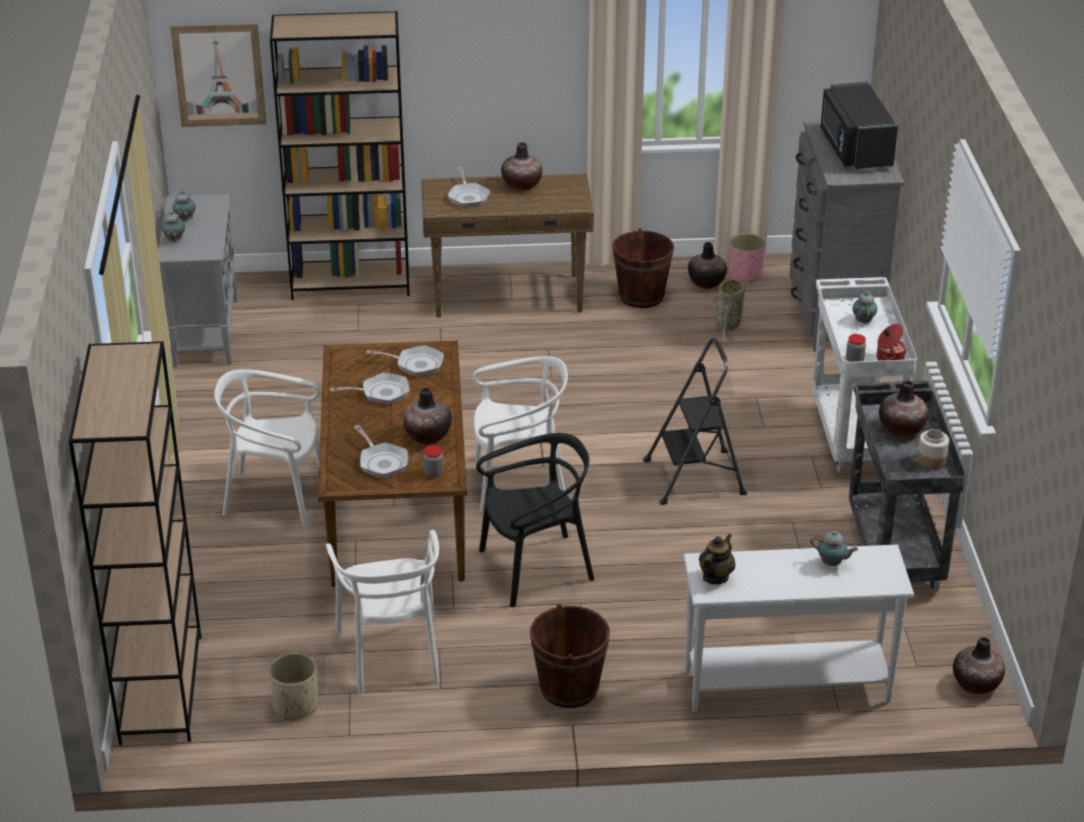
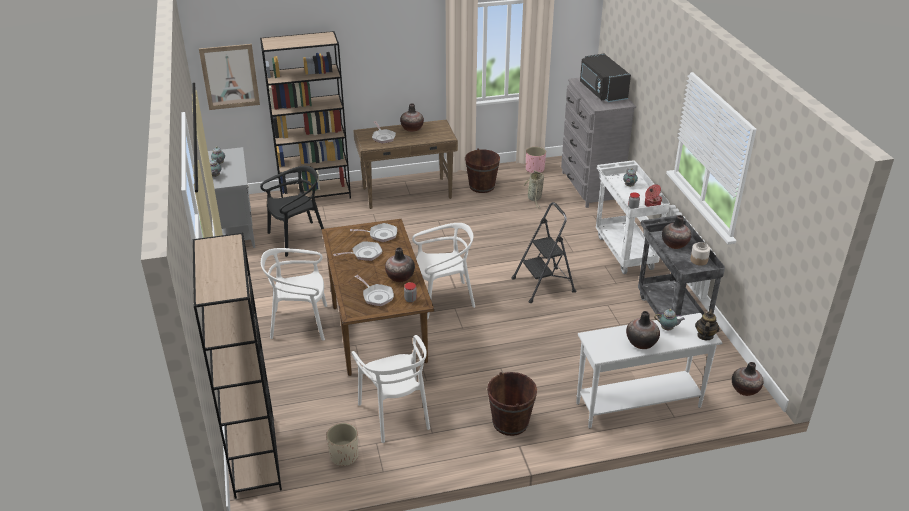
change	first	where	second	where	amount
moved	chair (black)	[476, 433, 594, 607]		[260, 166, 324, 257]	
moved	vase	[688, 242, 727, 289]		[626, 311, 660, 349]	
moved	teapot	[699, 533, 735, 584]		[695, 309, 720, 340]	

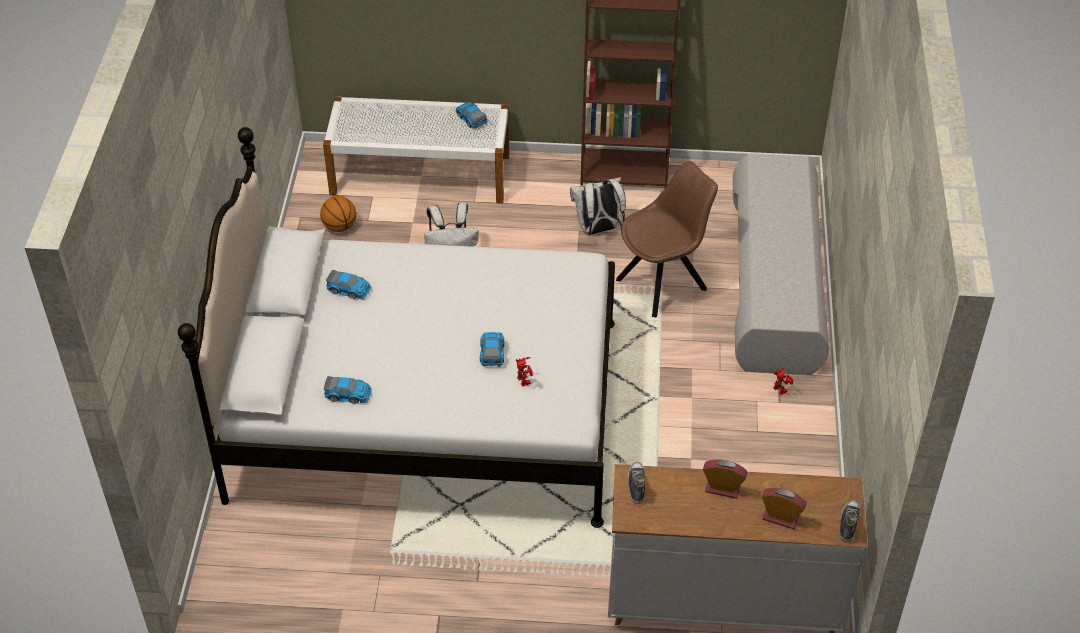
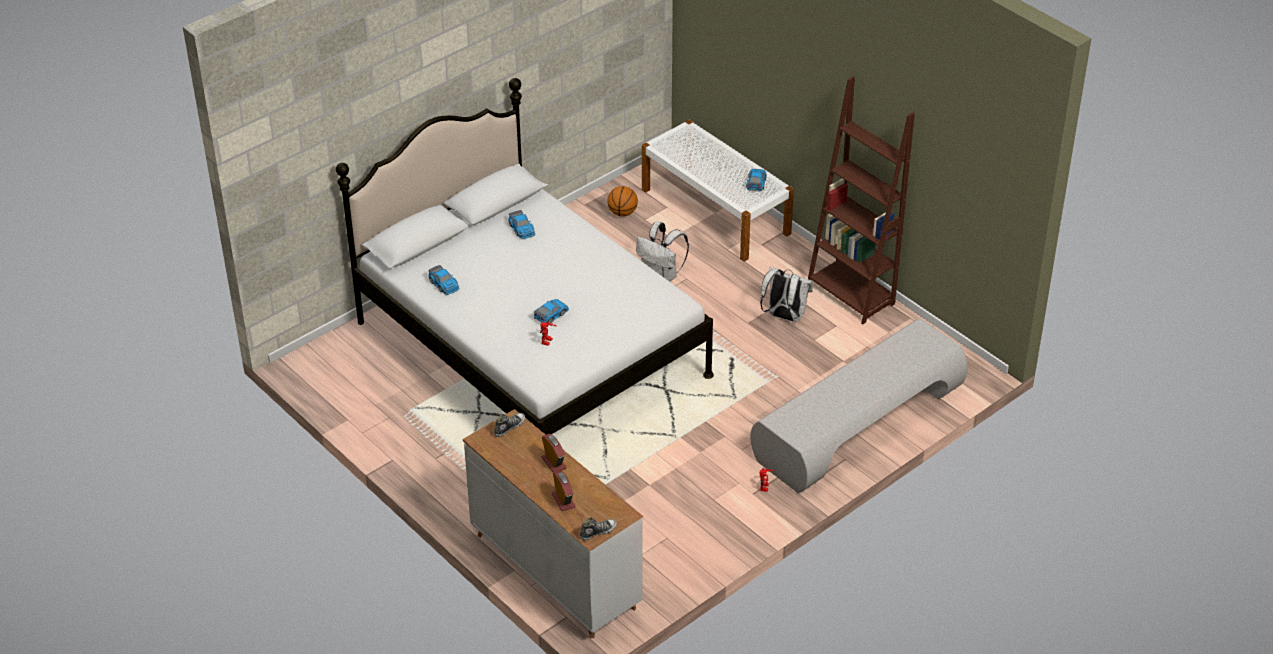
change	first	where	second	where	amount
removed	chair (brown)	[616, 161, 718, 317]			

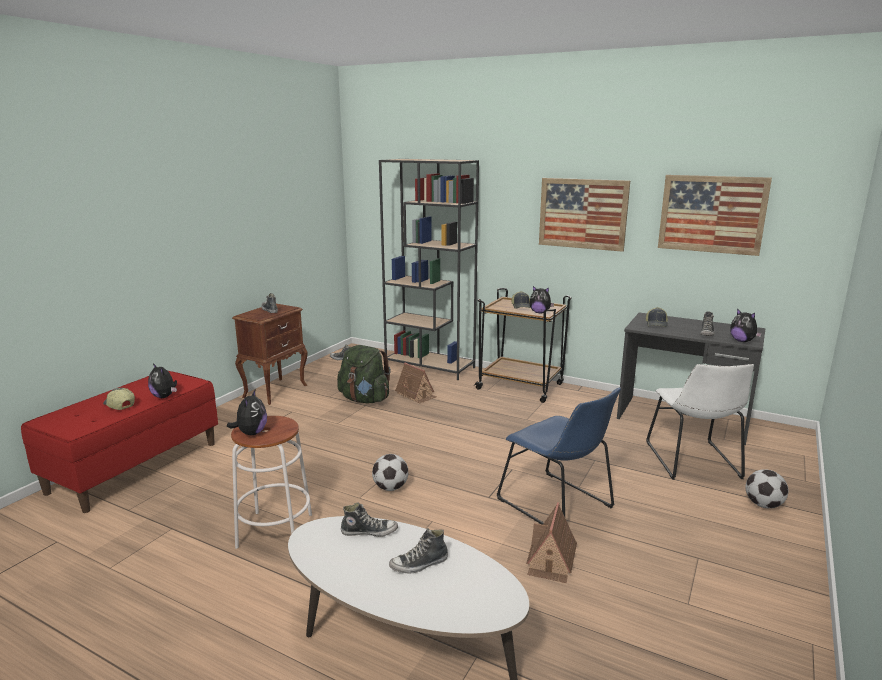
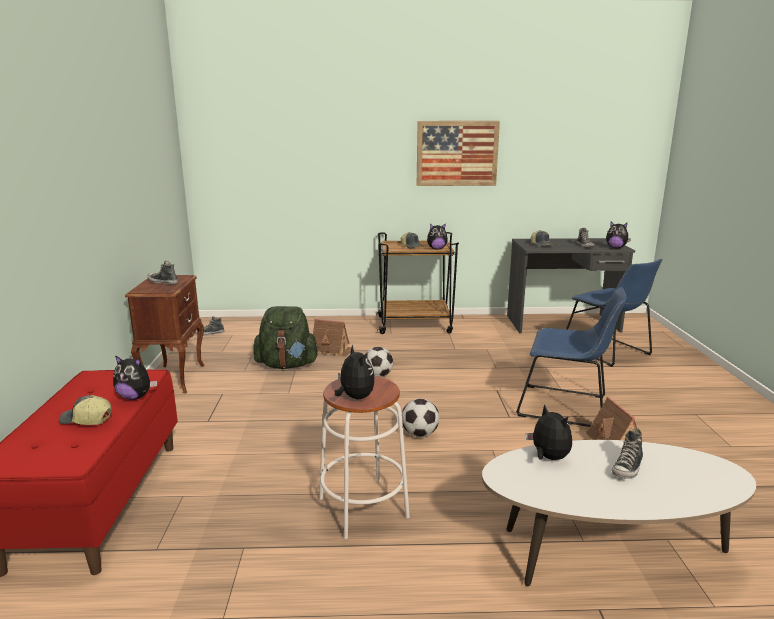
change	first	where	second	where	amount
replaced	shoe	[341, 503, 398, 537]	plush toy	[526, 404, 572, 460]	
removed	bookcase	[379, 159, 479, 380]			
recoloured	chair (white)	[646, 364, 754, 480]	chair (blue)	[566, 259, 663, 367]	
removed	picture	[658, 175, 772, 256]			
moved	football	[745, 470, 789, 508]		[365, 347, 393, 377]	

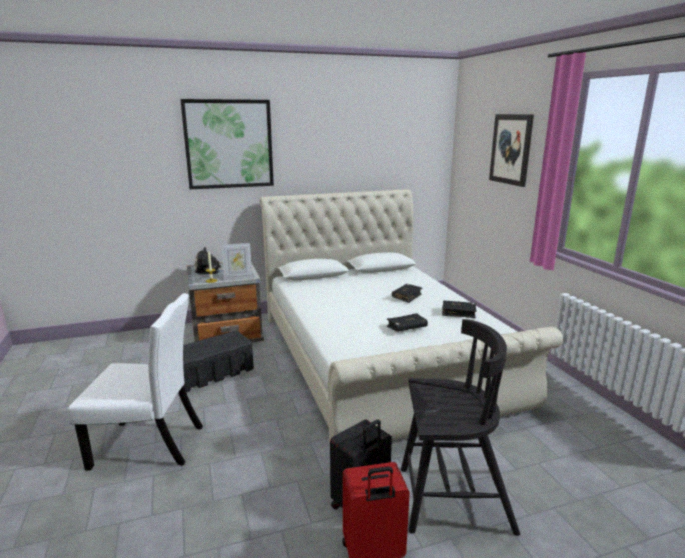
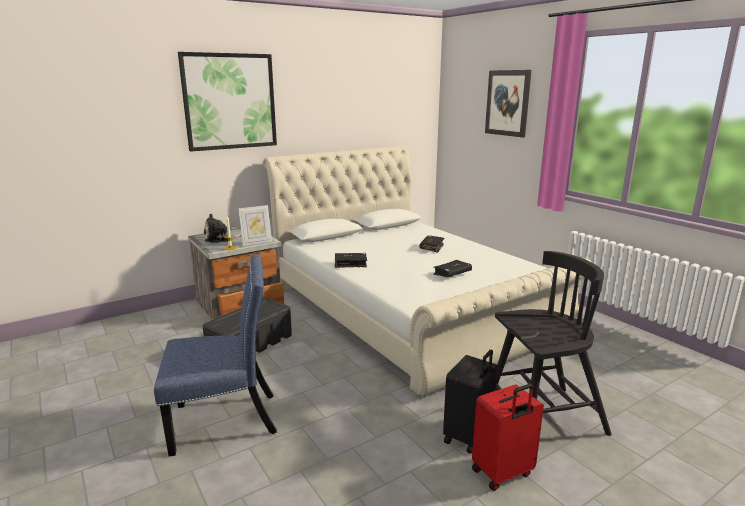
change	first	where	second	where	amount
recoloured	chair (white)	[68, 293, 203, 471]	chair (blue)	[154, 254, 277, 457]	
moved	book (black)	[442, 300, 477, 318]		[335, 253, 367, 268]	

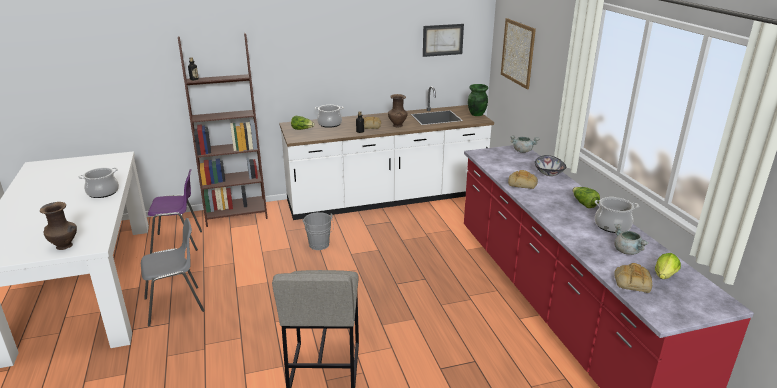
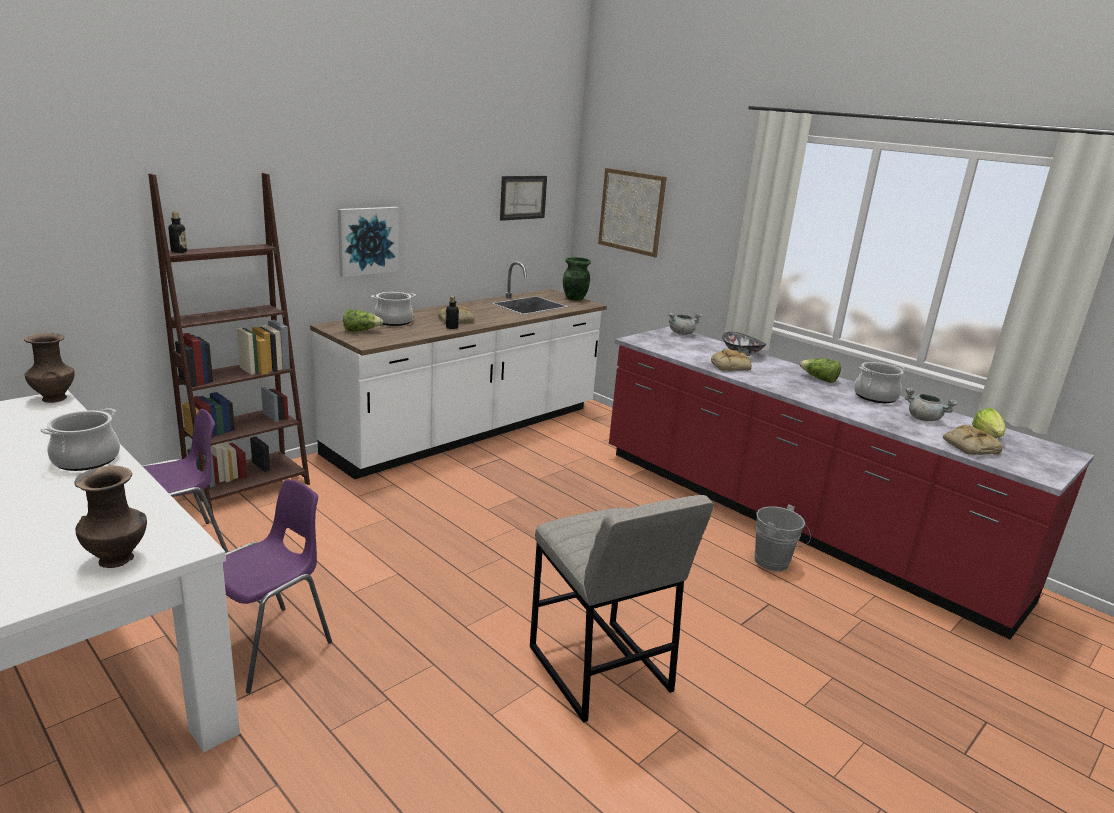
change	first	where	second	where	amount
recoloured	chair (grey)	[141, 218, 205, 326]	chair (purple)	[223, 479, 332, 693]	
moved	bucket (grey)	[302, 212, 334, 250]		[754, 504, 811, 571]	
moved	vase (brown)	[388, 94, 408, 127]		[24, 333, 74, 403]	
added			picture	[338, 207, 399, 277]	

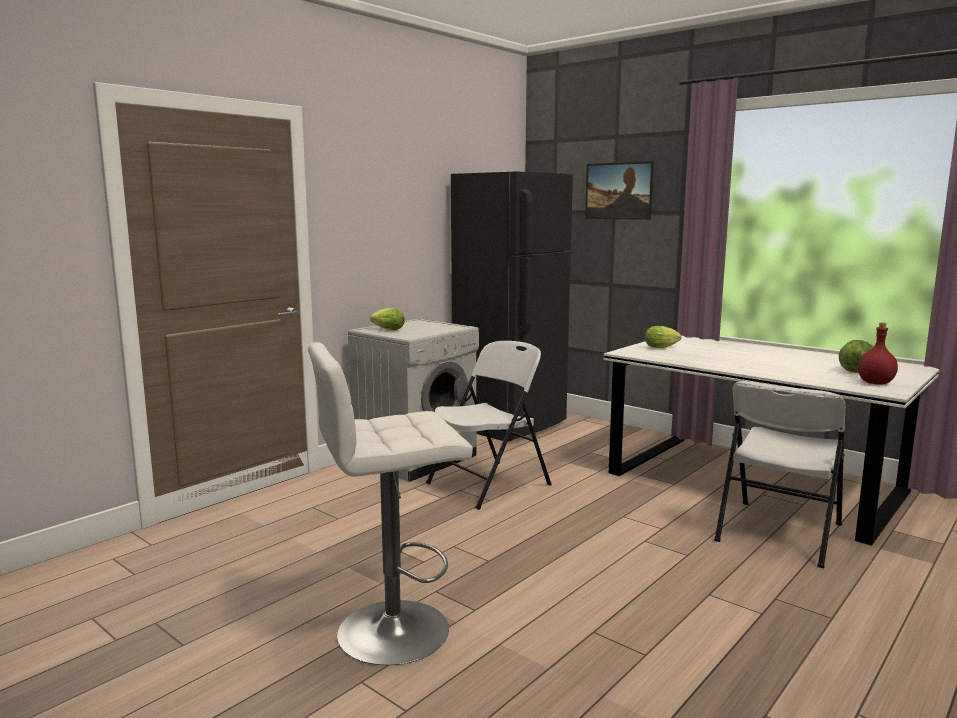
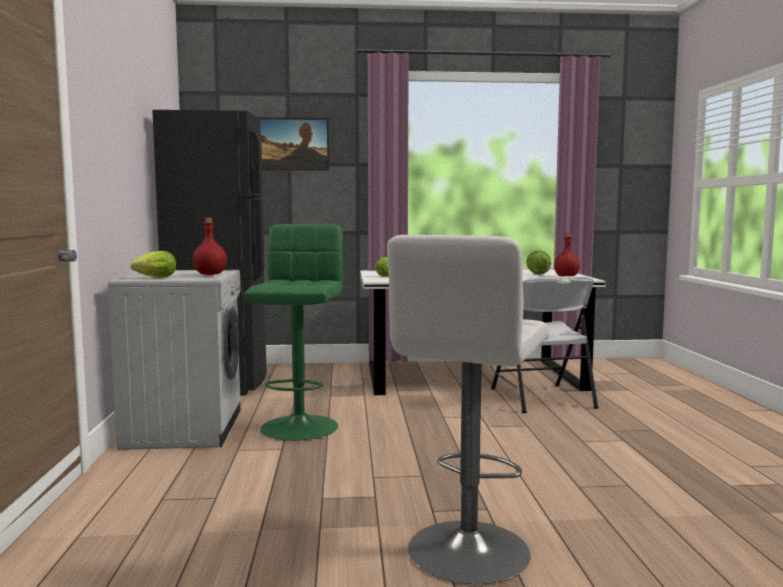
change	first	where	second	where	amount
replaced	chair (white)	[426, 341, 552, 510]	stool (green)	[245, 224, 343, 441]	
added			bottle (red)	[193, 218, 227, 275]	

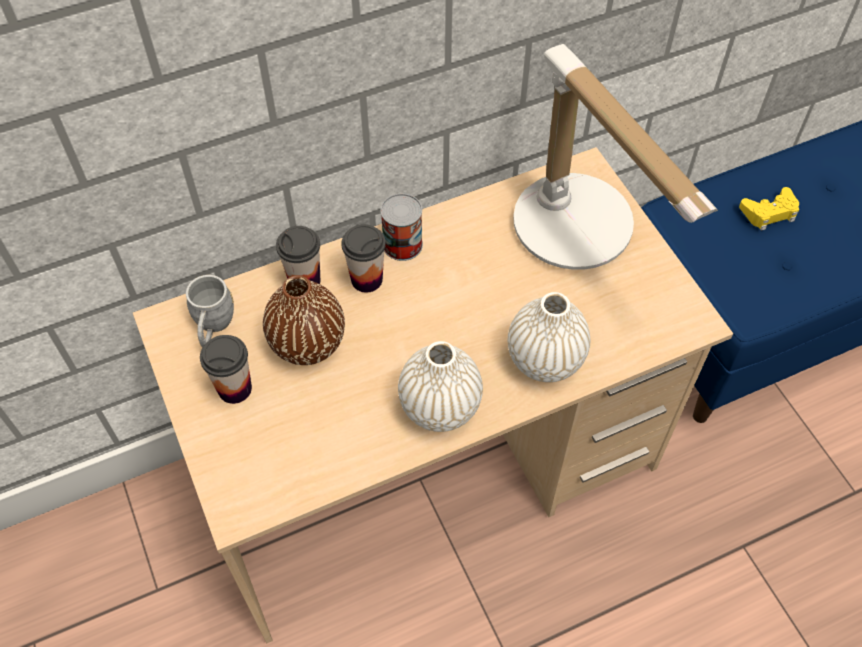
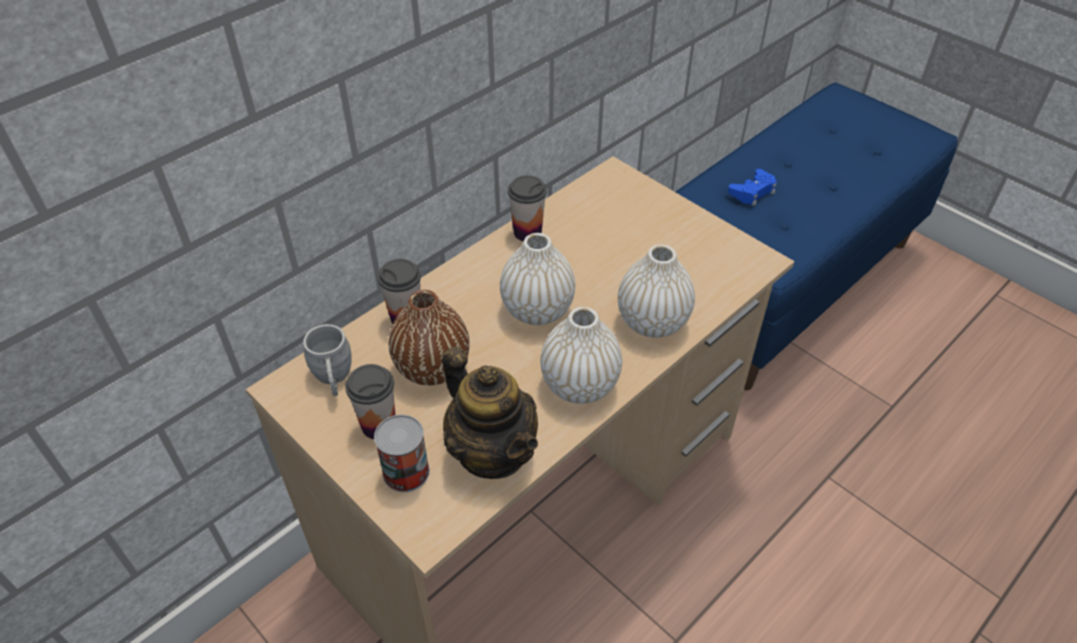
change	first	where	second	where	amount
moved	cup	[341, 224, 386, 293]		[508, 175, 547, 241]	
moved	can	[380, 193, 423, 261]		[374, 415, 430, 492]	
removed	table lamp	[513, 44, 718, 270]			
recoloured	game controller (yellow)	[739, 187, 799, 231]	game controller (blue)	[728, 169, 777, 206]	
added			teapot	[442, 346, 538, 479]	
added			vase (white)	[500, 233, 575, 325]	

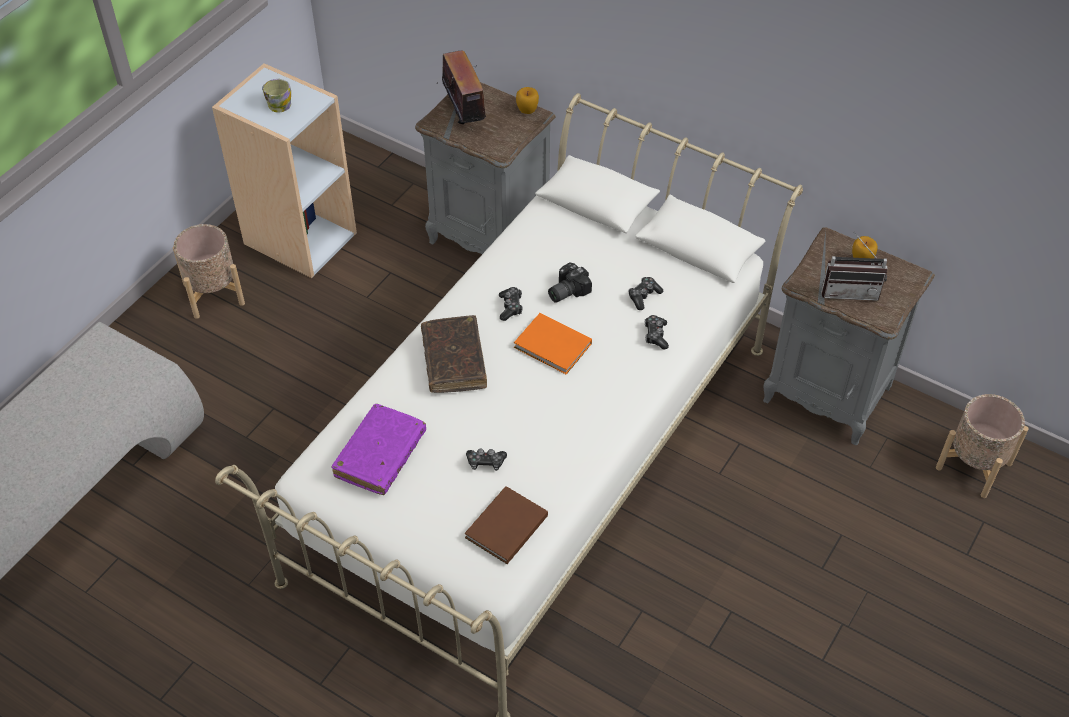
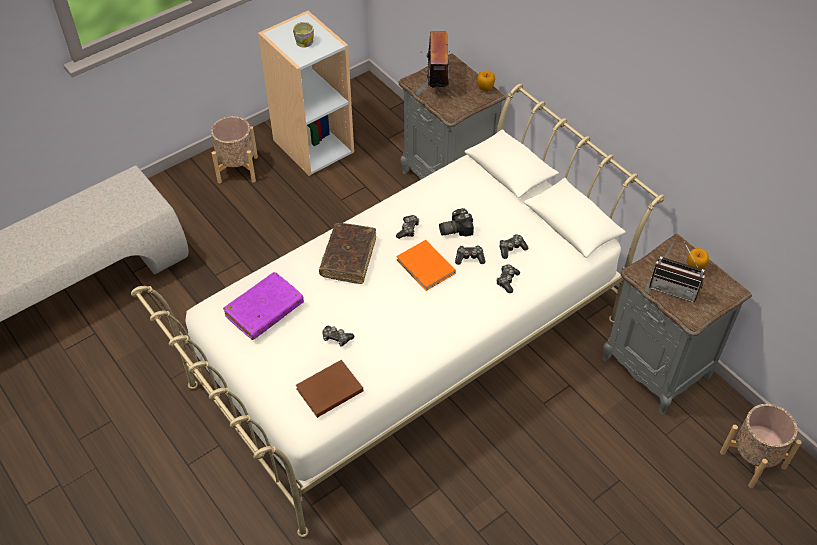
change	first	where	second	where	amount
added			game controller	[455, 245, 485, 265]	

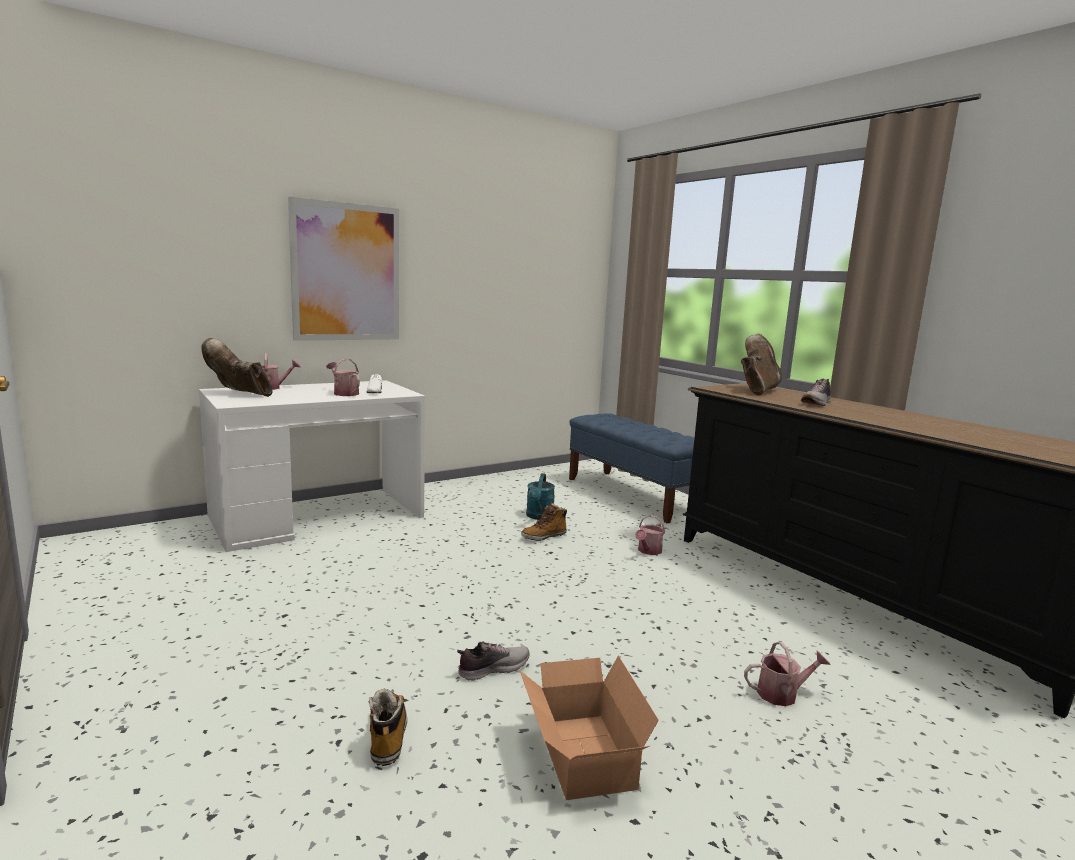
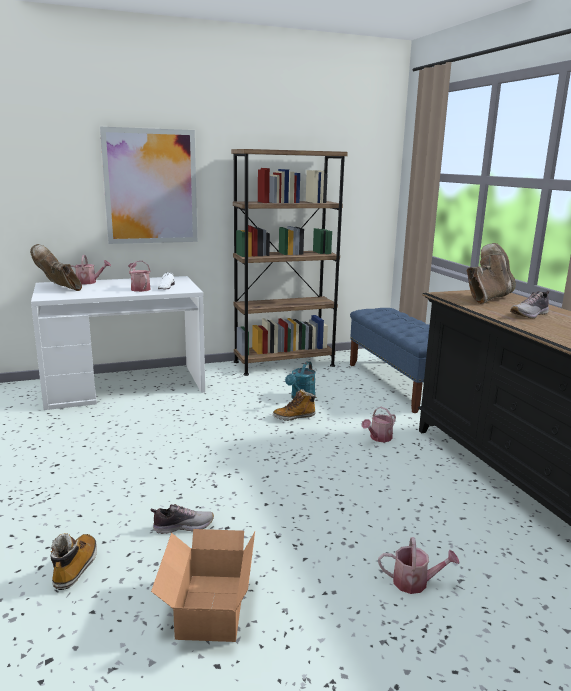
change	first	where	second	where	amount
added			bookcase (brown)	[231, 149, 348, 376]	

